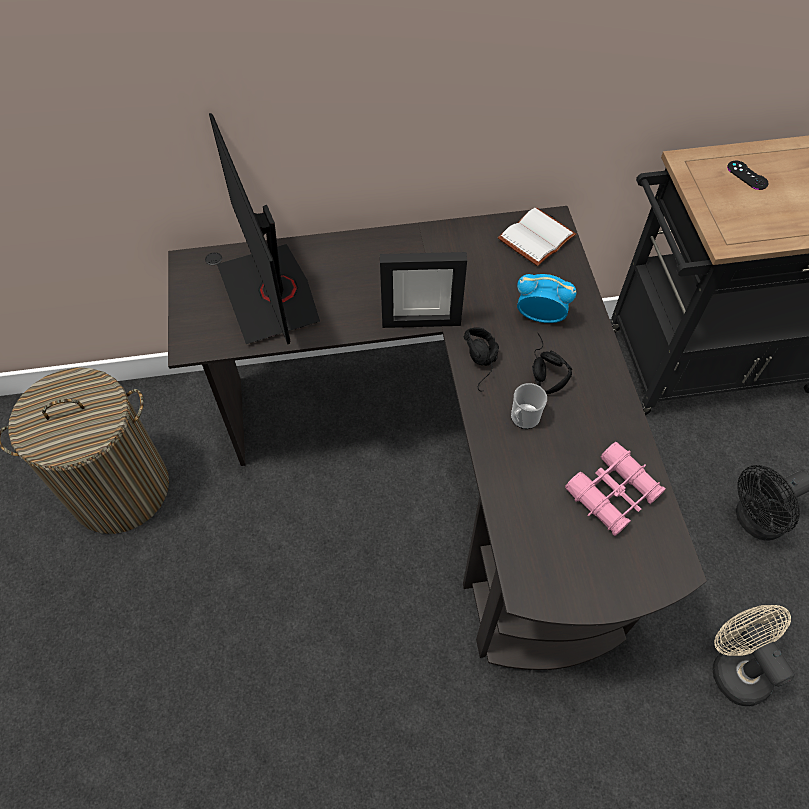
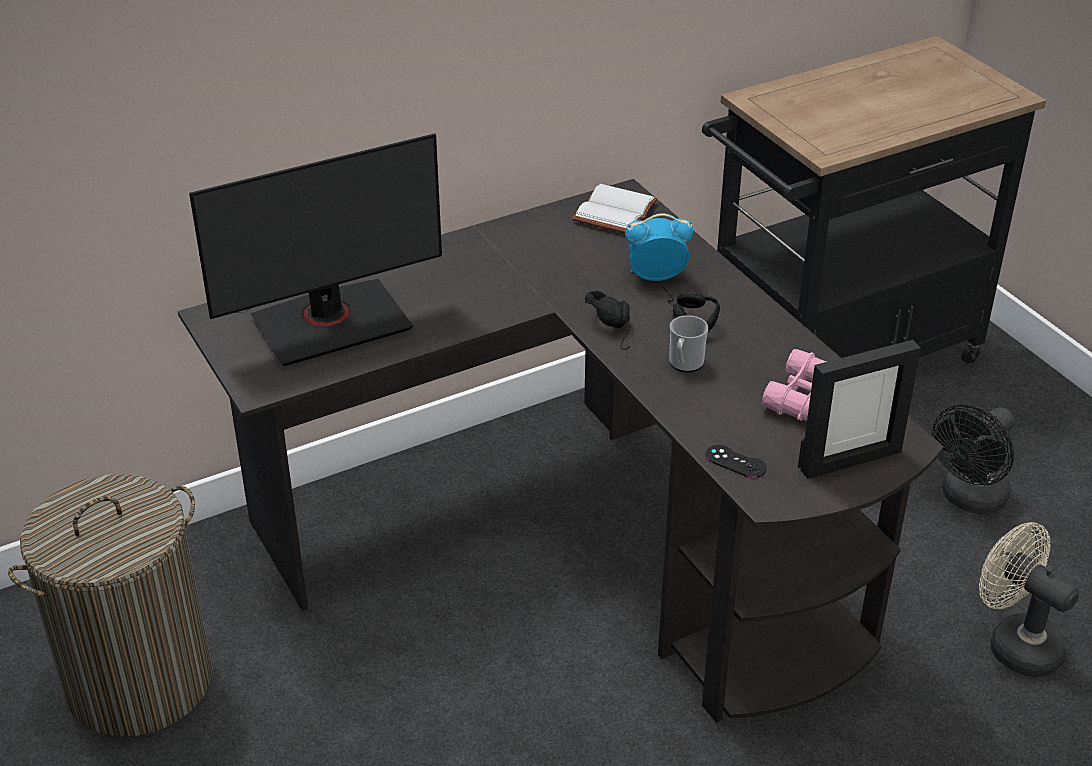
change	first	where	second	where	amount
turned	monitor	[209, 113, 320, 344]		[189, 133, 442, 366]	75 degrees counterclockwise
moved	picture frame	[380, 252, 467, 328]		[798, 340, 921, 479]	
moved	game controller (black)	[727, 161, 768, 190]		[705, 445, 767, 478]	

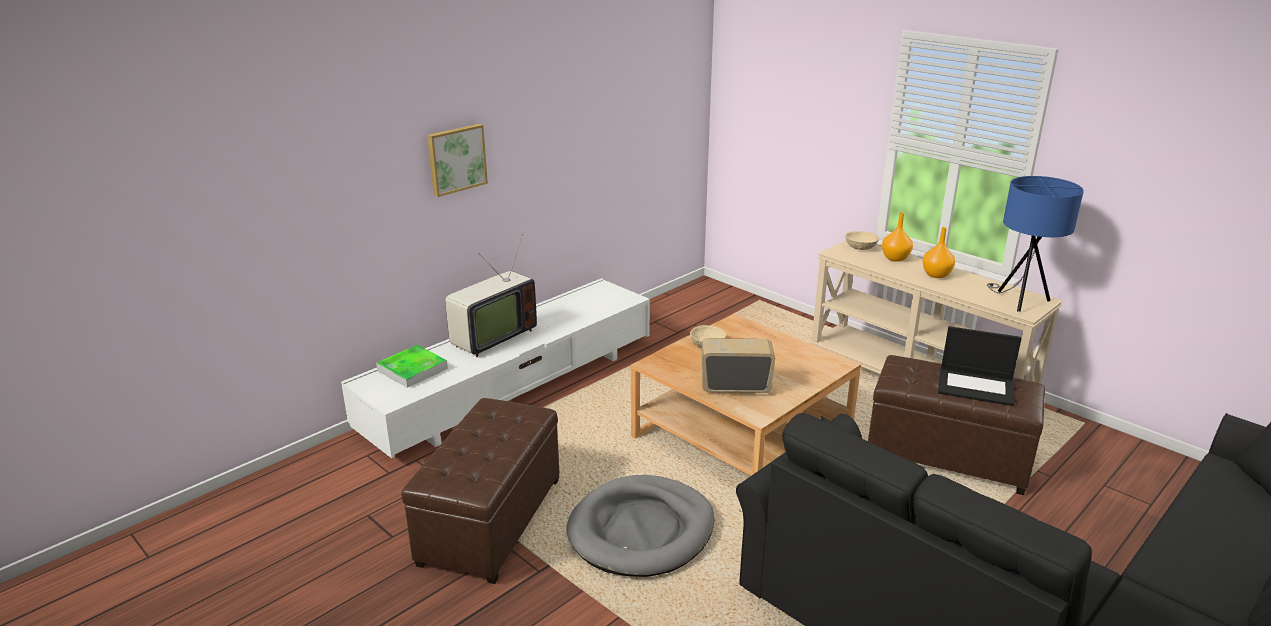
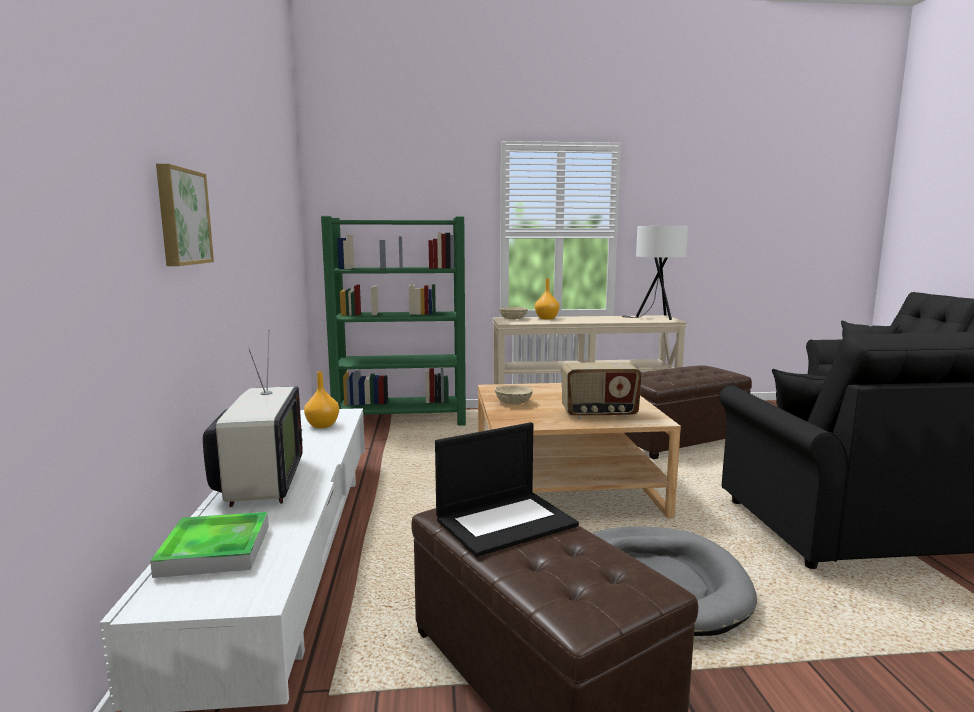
change	first	where	second	where	amount
turned	radio	[702, 338, 775, 393]		[562, 362, 642, 418]	135 degrees counterclockwise
moved	vase (orange)	[923, 227, 955, 278]		[304, 371, 339, 428]	
moved	laptop	[938, 326, 1022, 406]		[435, 422, 579, 557]	
recoloured	table lamp (blue)	[987, 176, 1084, 312]	table lamp (white)	[621, 226, 688, 320]	
added			bookcase (green)	[321, 216, 466, 426]	

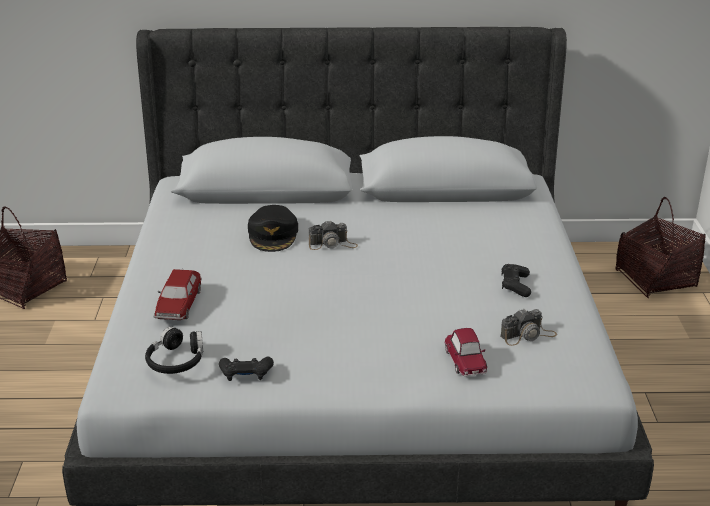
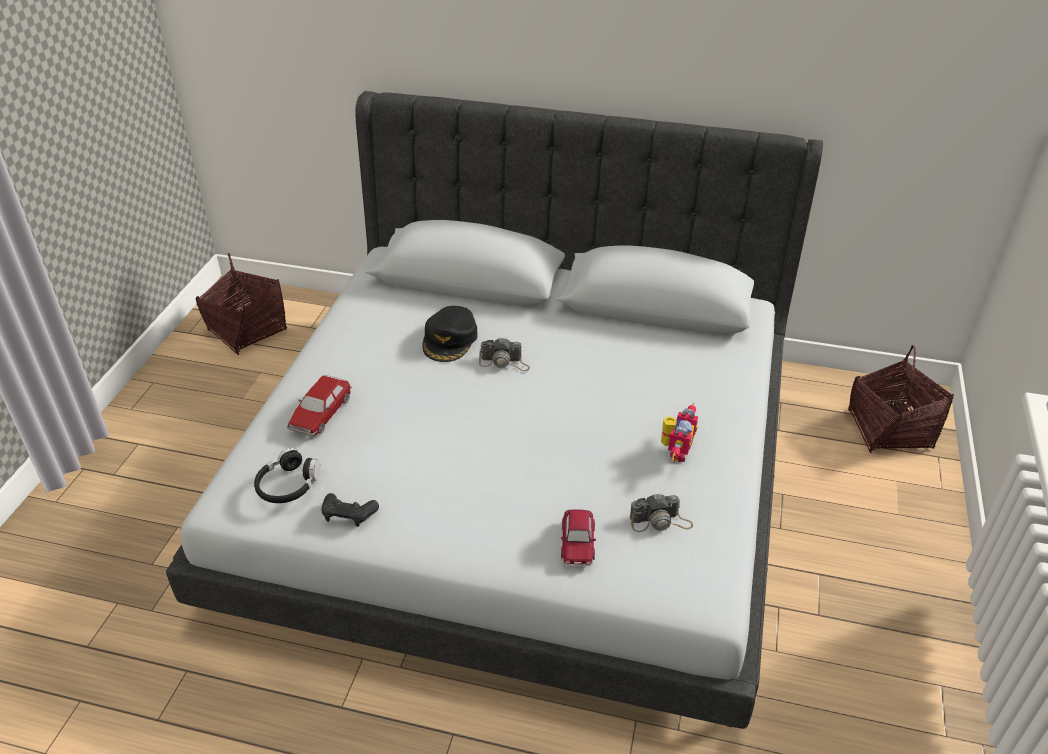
change	first	where	second	where	amount
replaced	game controller (black)	[502, 264, 531, 297]	toy robot	[661, 403, 698, 462]	

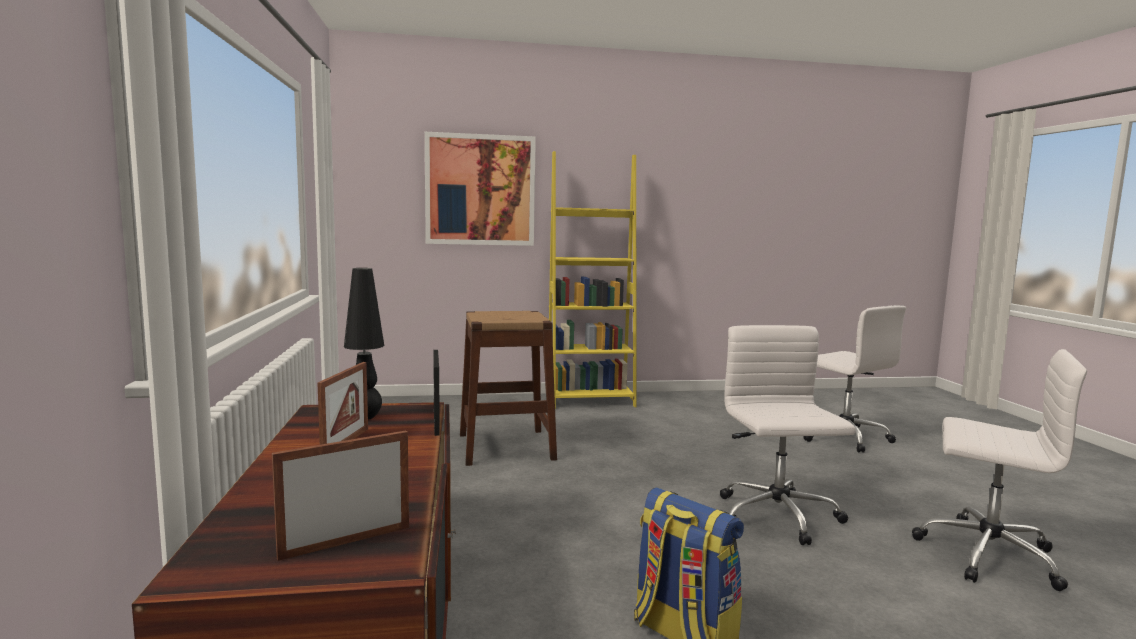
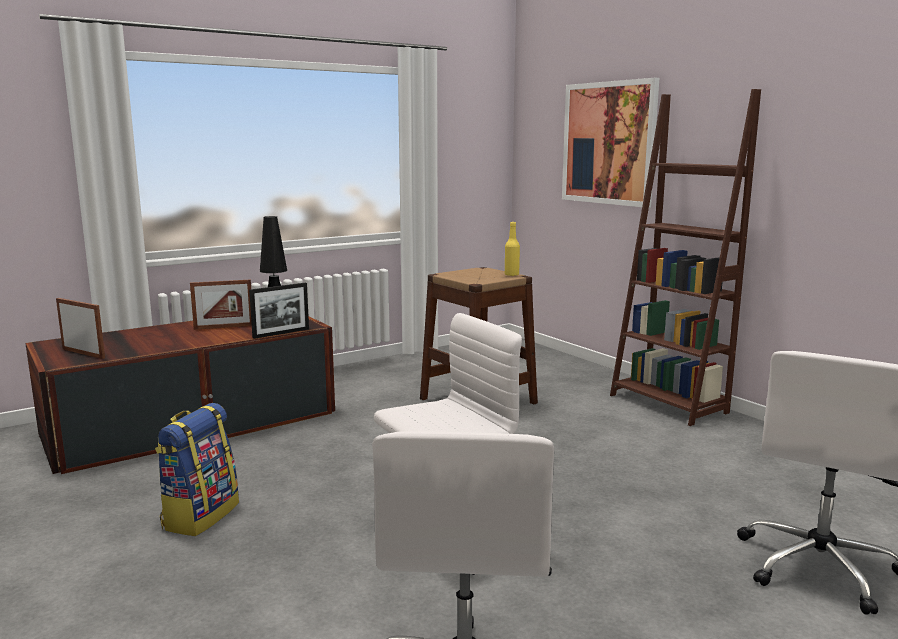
change	first	where	second	where	amount
recoloured	bookcase (yellow)	[549, 151, 637, 409]	bookcase (brown)	[610, 89, 761, 426]	
added			bottle (yellow)	[505, 222, 520, 276]	

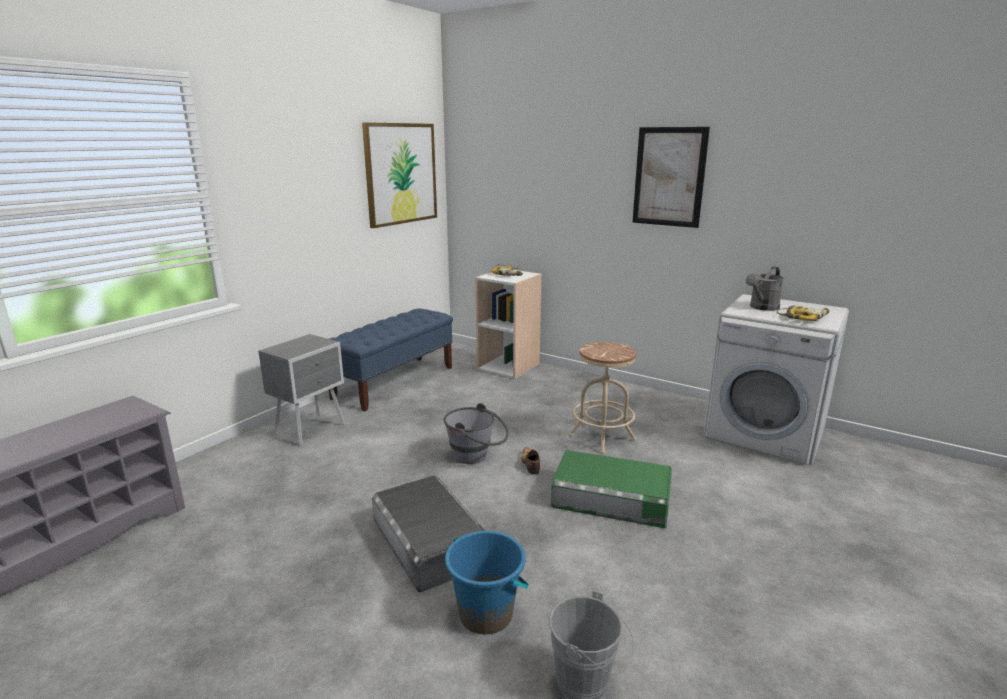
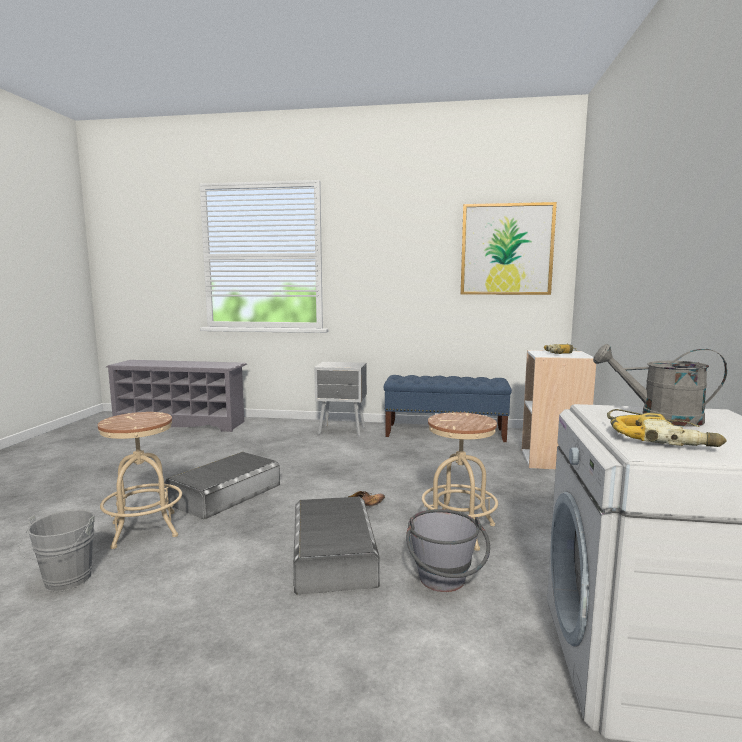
change	first	where	second	where	amount
moved	bucket (grey)	[443, 403, 509, 464]		[406, 509, 490, 592]	
replaced	bucket (blue)	[445, 531, 529, 635]	stool (beige)	[98, 412, 182, 549]	
recoloured	storage box (green)	[551, 450, 672, 528]	storage box (grey)	[293, 497, 380, 594]	
removed	picture	[632, 127, 710, 228]			

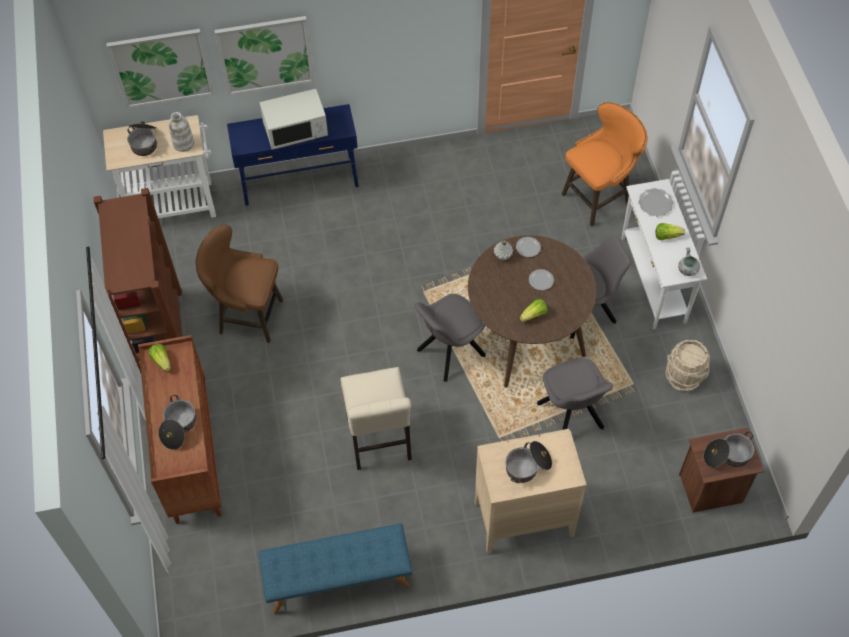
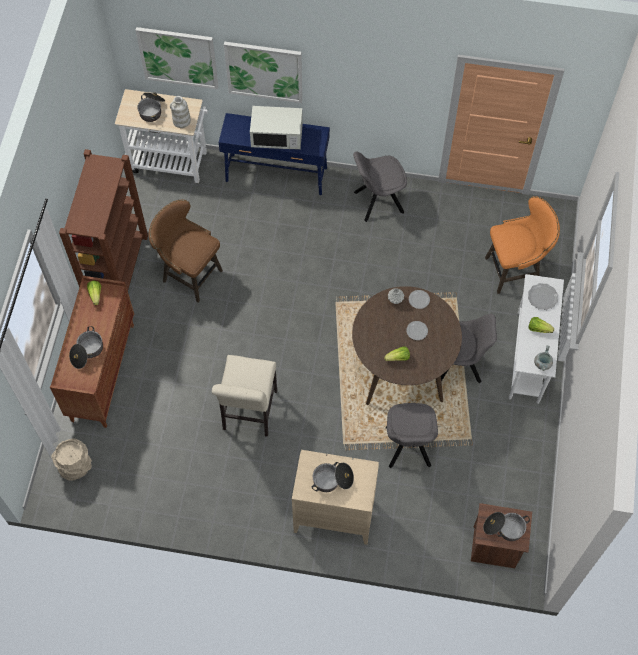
change	first	where	second	where	amount
removed	bench (blue)	[258, 523, 412, 614]			
moved	chair (grey)	[415, 294, 486, 382]		[353, 151, 407, 222]	
moved	bucket (beige)	[665, 340, 710, 391]		[51, 439, 92, 481]	

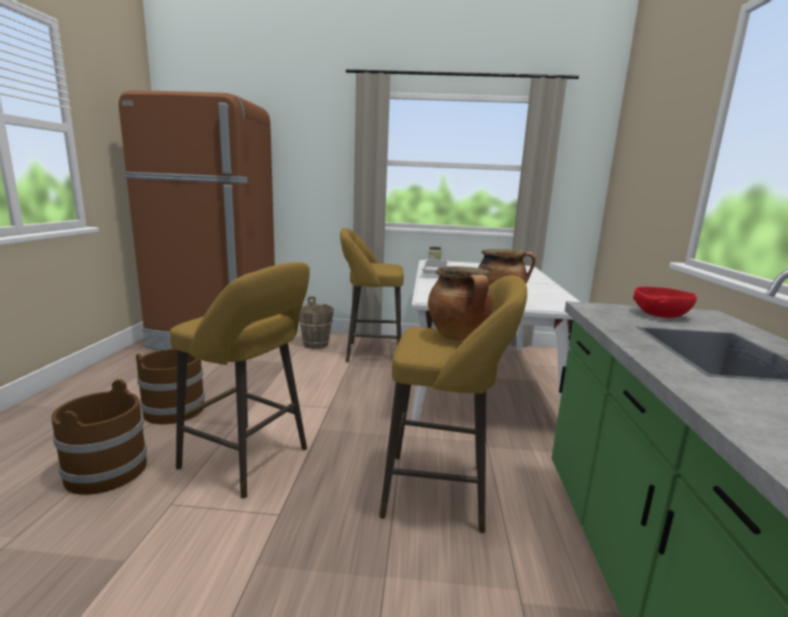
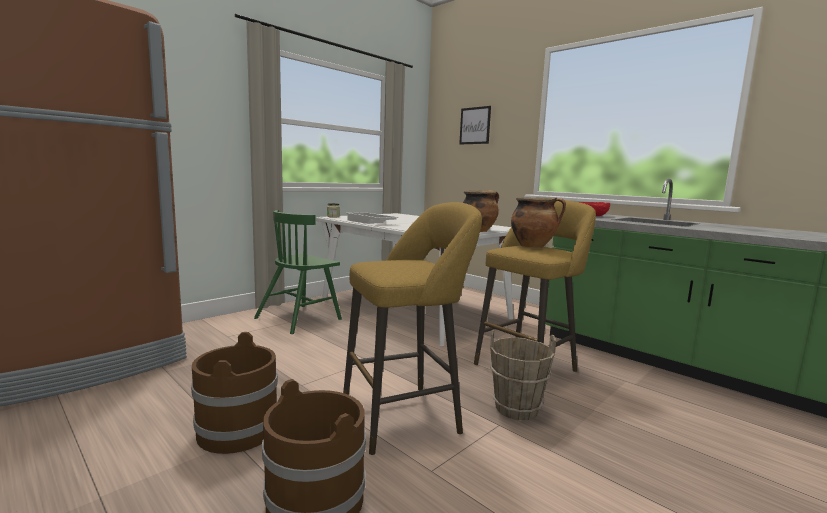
change	first	where	second	where	amount
moved	bucket (brown)	[299, 296, 334, 349]		[490, 330, 556, 420]	
replaced	stool (yellow)	[340, 228, 404, 362]	chair (green)	[254, 210, 342, 334]	
added			picture	[459, 106, 491, 144]	

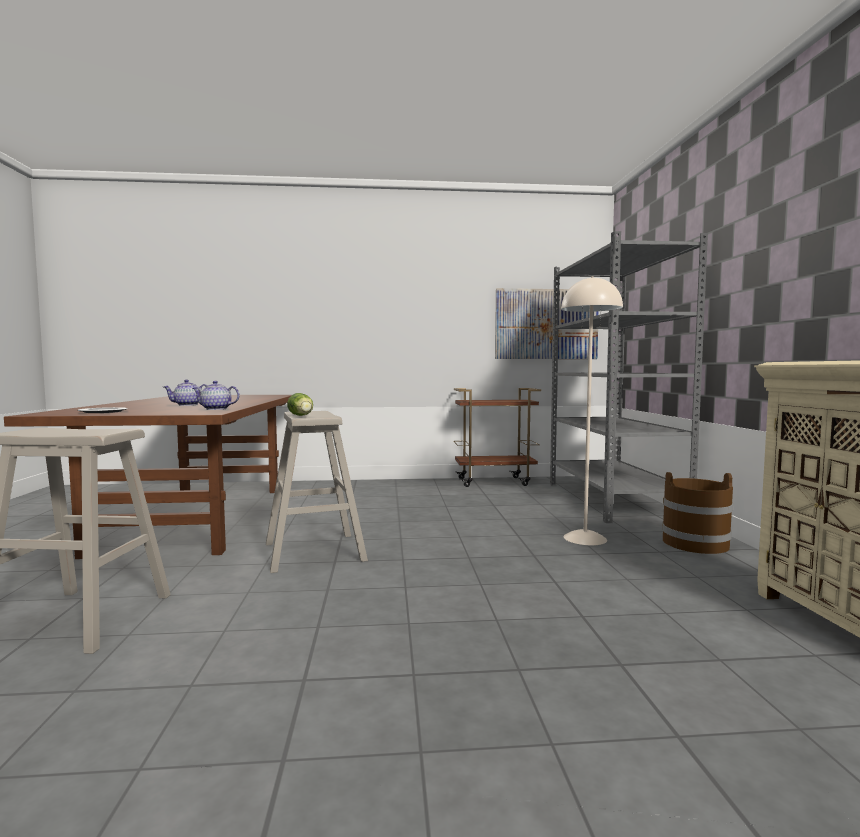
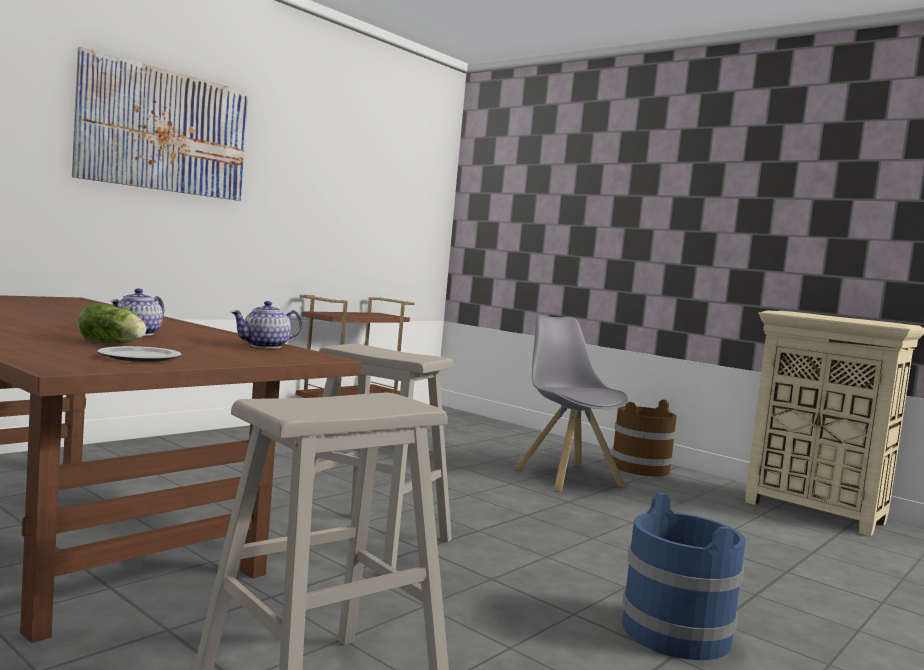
change	first	where	second	where	amount
moved	lettuce	[287, 393, 313, 416]		[77, 304, 146, 343]	
moved	picture	[495, 288, 599, 359]		[72, 47, 248, 201]	
removed	bookcase (grey)	[550, 231, 708, 523]			
replaced	floor lamp (beige)	[561, 276, 623, 545]	chair (grey)	[514, 315, 628, 492]	
added			bucket (blue)	[622, 493, 745, 660]	

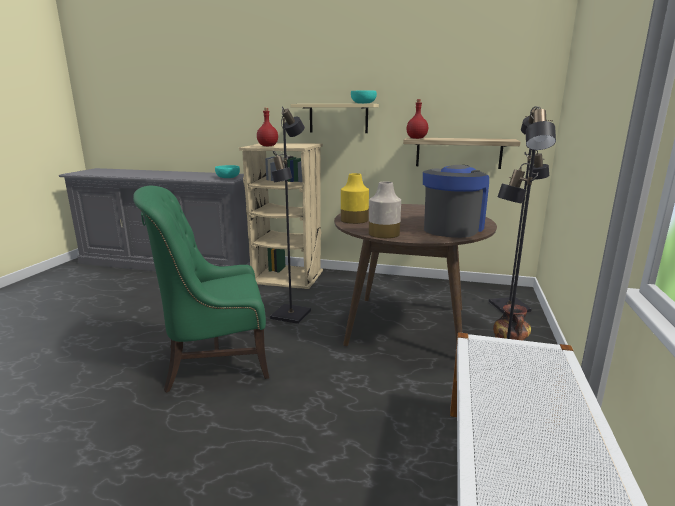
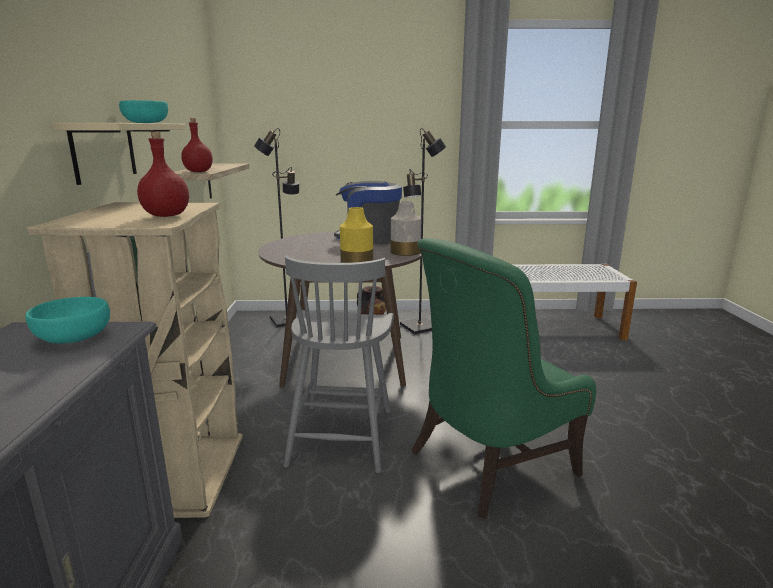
change	first	where	second	where	amount
turned	chair (green)	[133, 186, 269, 393]		[412, 238, 596, 519]	90 degrees clockwise
replaced	floor lamp (black)	[270, 107, 311, 324]	chair (grey)	[283, 256, 394, 473]	

